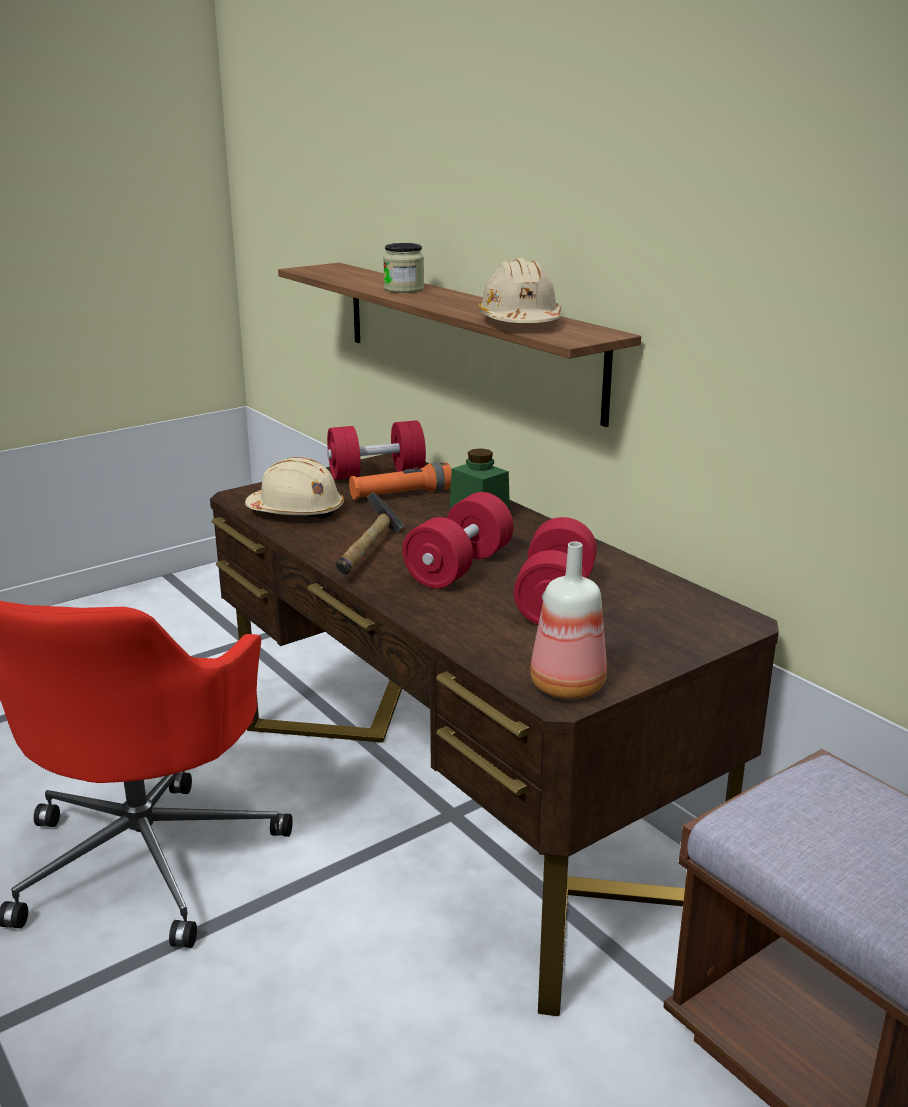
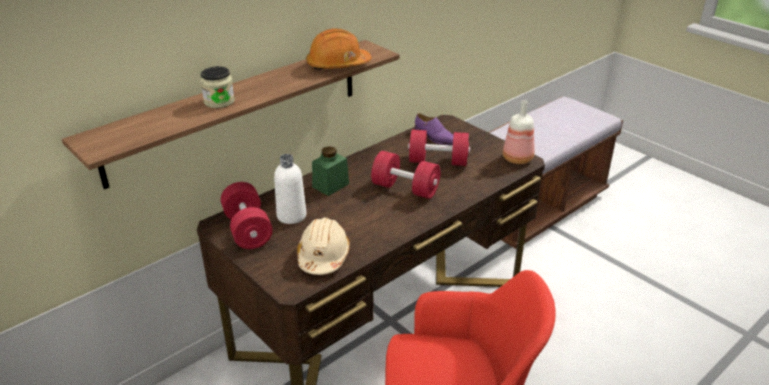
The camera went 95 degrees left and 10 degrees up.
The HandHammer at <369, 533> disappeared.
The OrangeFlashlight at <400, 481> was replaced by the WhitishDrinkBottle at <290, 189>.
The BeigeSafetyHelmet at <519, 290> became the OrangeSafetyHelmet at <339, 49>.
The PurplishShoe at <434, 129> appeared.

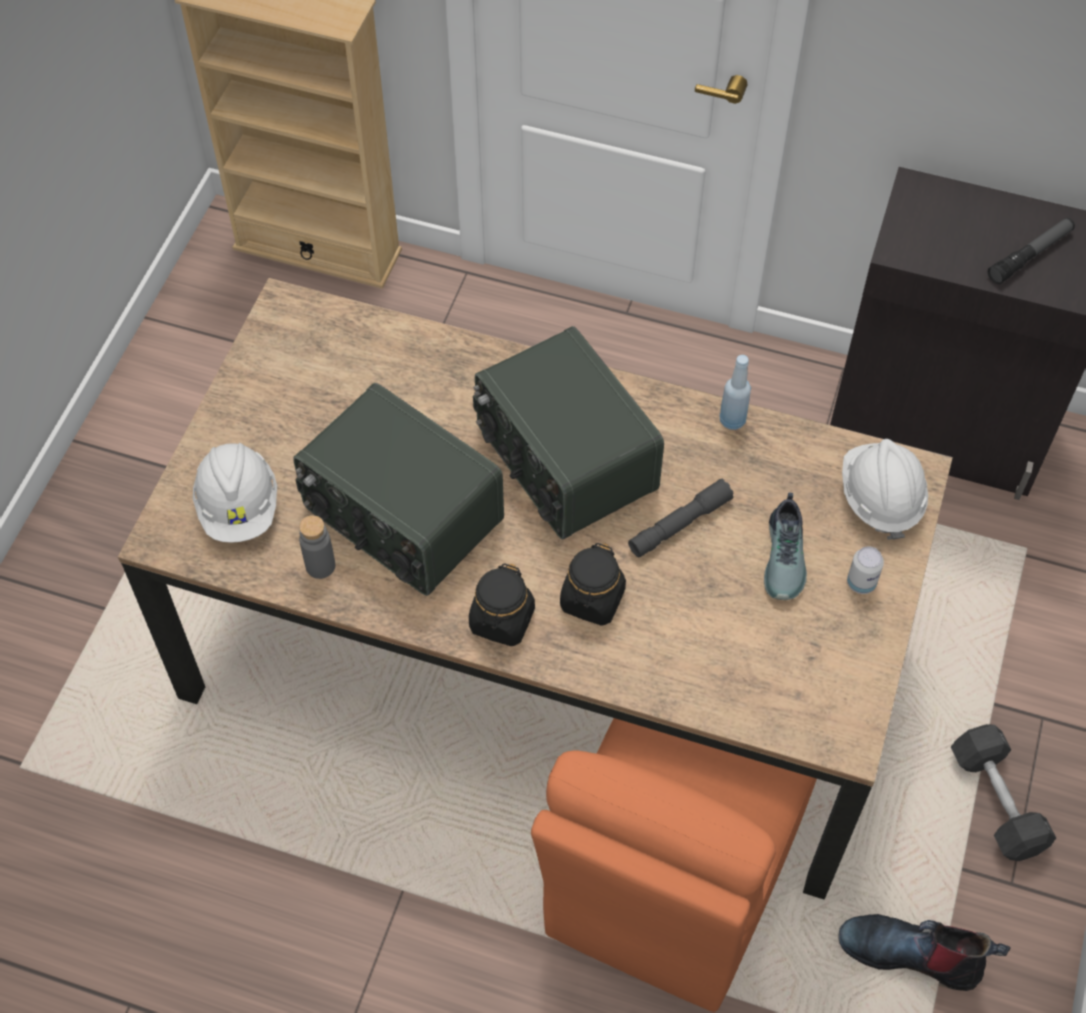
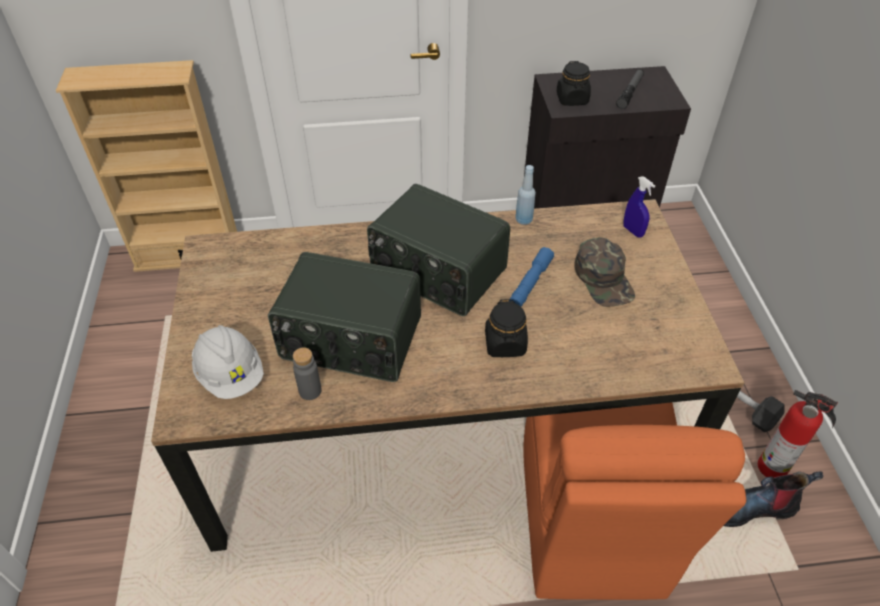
The camera went 25 degrees left and 10 degrees down.
The BlackPreserveJar moved from <502, 604> to <574, 83>.
The GreyFlashlight at <681, 518> became the BlueFlashlight at <531, 277>.
The Shoe at <785, 546> was replaced by the GreenishBaseballCap at <604, 272>.
The WhitishSafetyHelmet at <885, 489> was replaced by the BlueSprayBottle at <639, 207>.
The SealedCan at <865, 570> disappeared.
The Extinguisher at <798, 434> appeared.

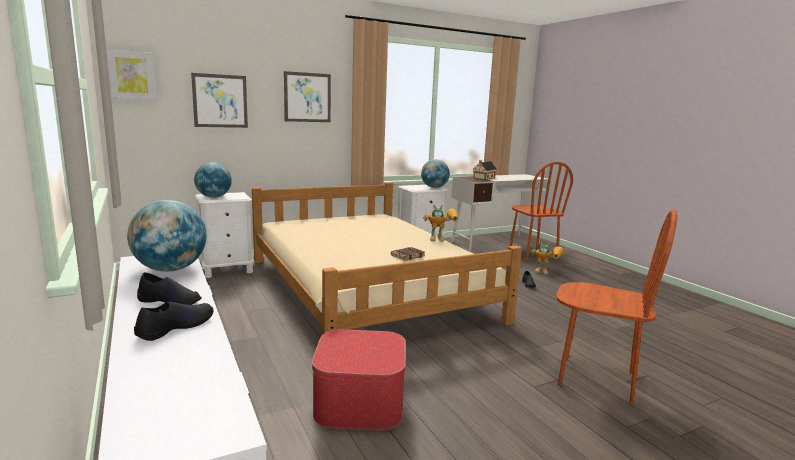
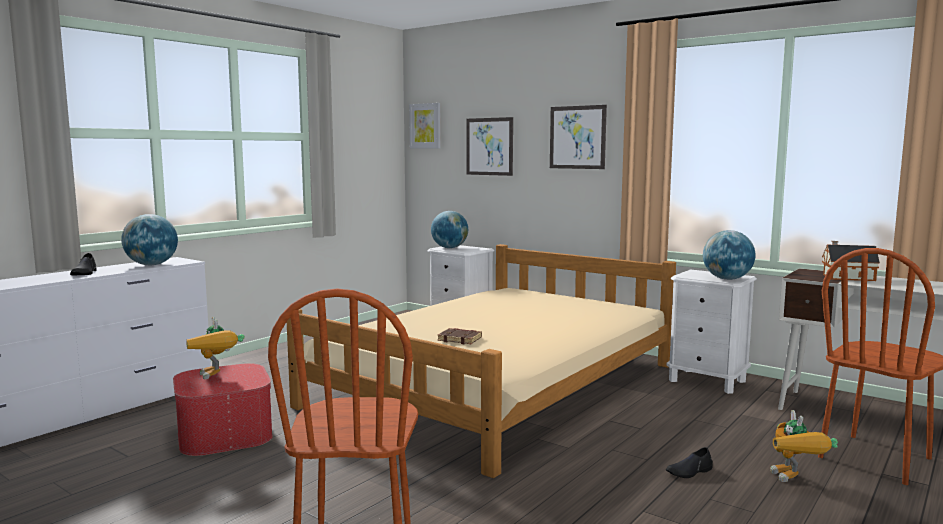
The camera went 65 degrees right and 5 degrees down.
The BlackShoe at <173, 321> disappeared.
The ToyRobot moved from <440, 223> to <215, 348>.

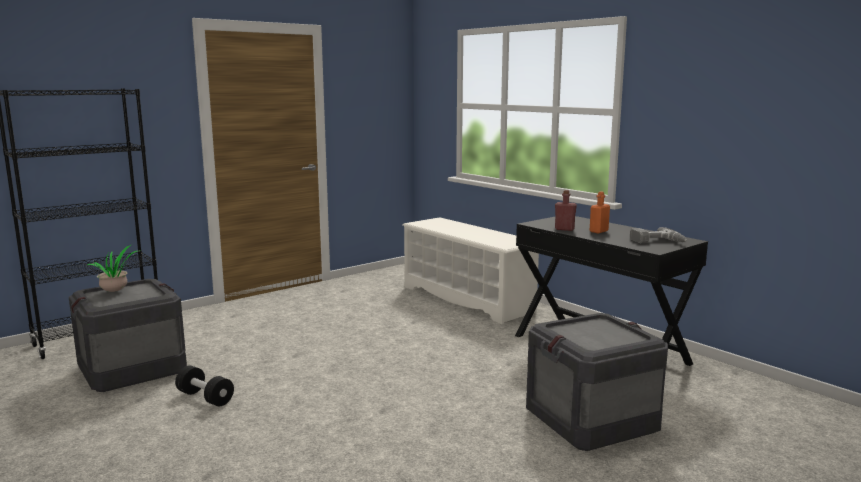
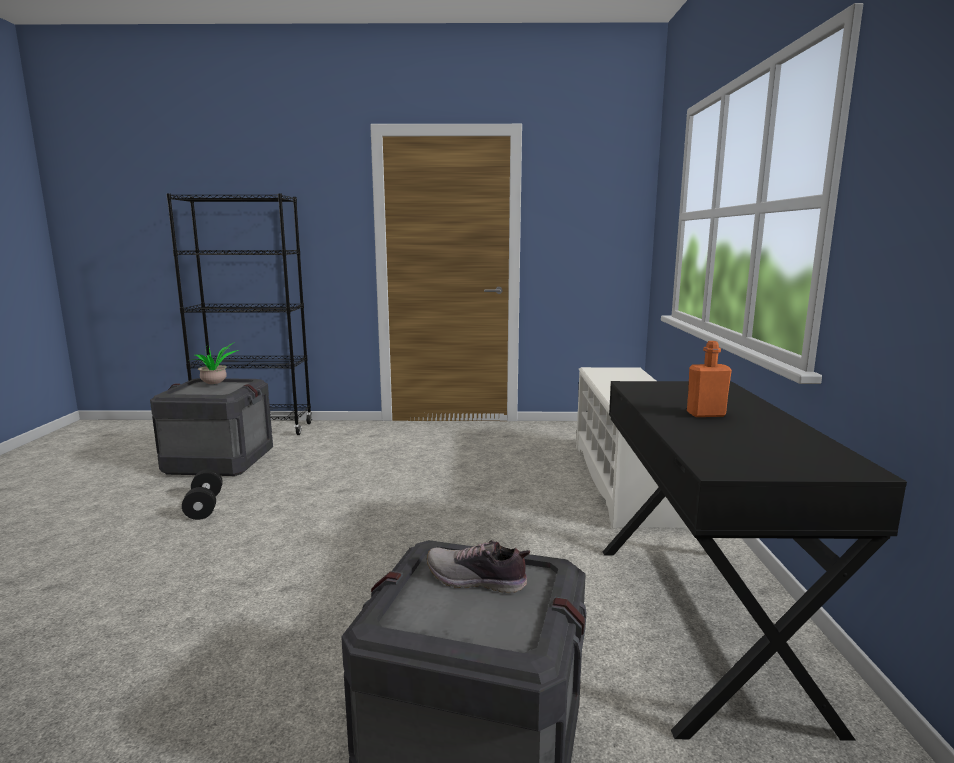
The camera went 40 degrees right and 0 degrees up.
The ReddishDrinkBottle at <566, 210> disappeared.
The Drill at <658, 235> disappeared.
The Shoe at <478, 566> appeared.

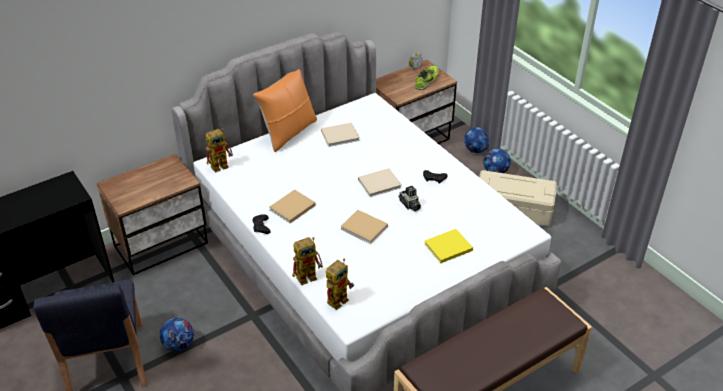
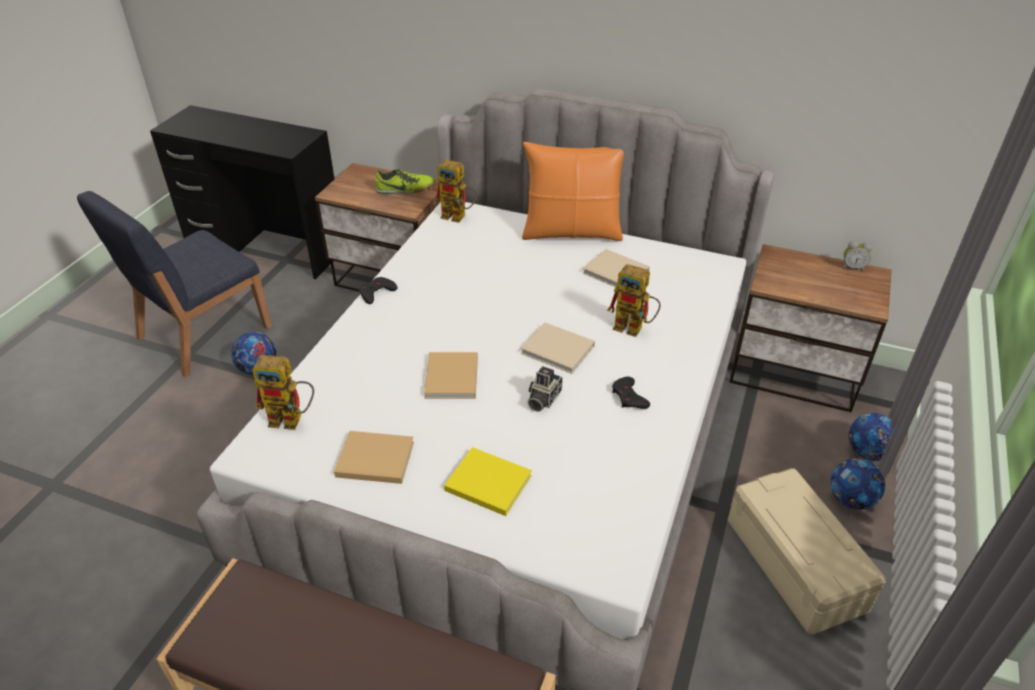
The camera went 55 degrees right and 0 degrees up.
The BeigeBoundBook moved from <292, 206> to <374, 457>.
The ToyRobot moved from <307, 261> to <634, 300>.
The Shoe moved from <427, 77> to <405, 181>.

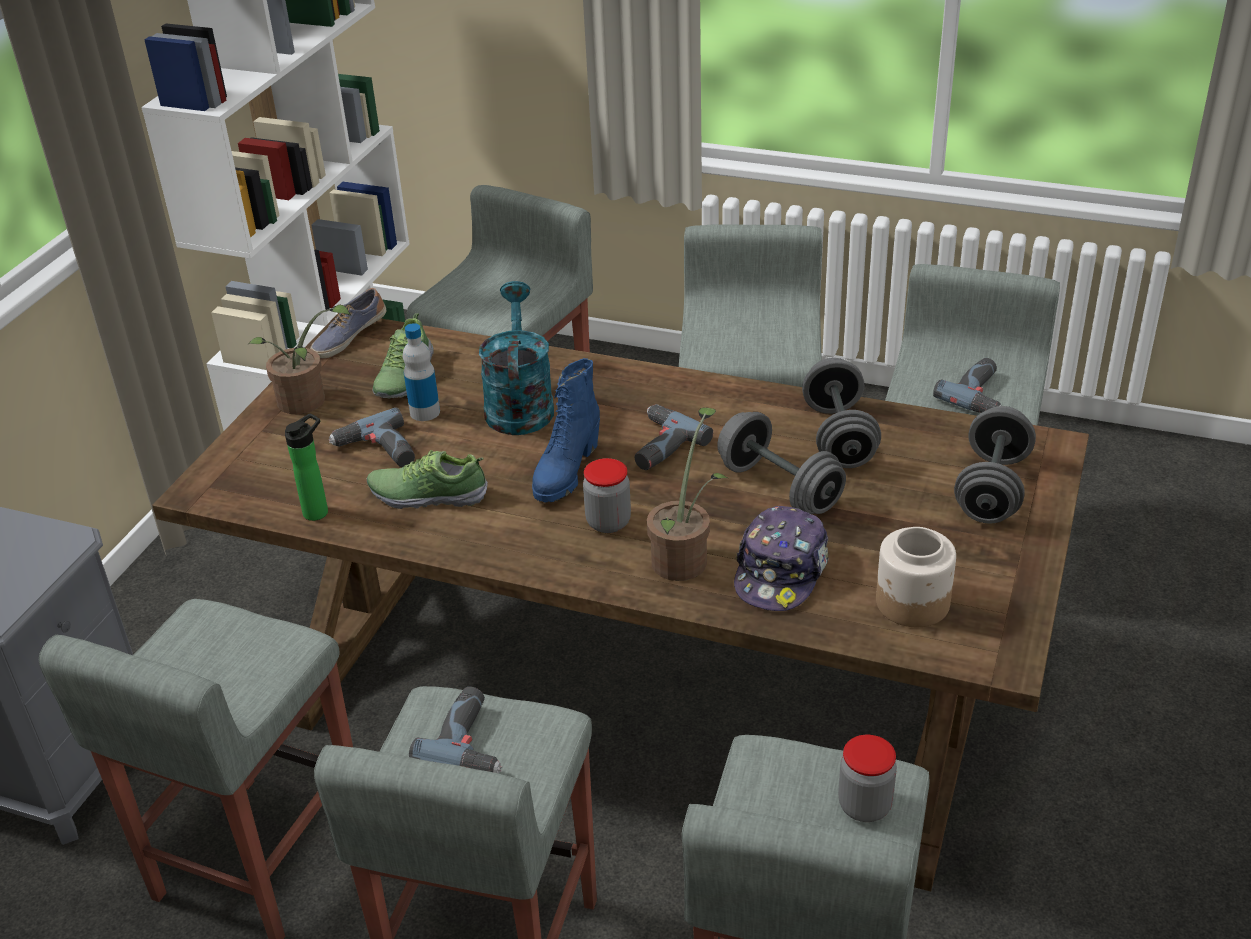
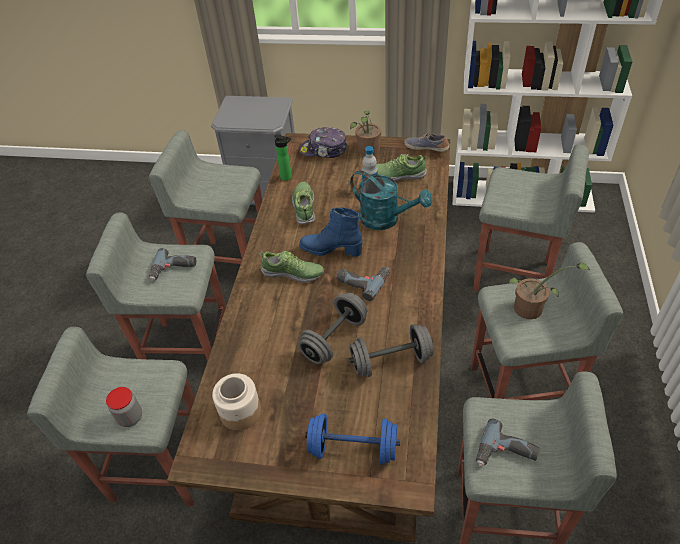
The camera went 80 degrees right and 10 degrees up.
The Drill at <371, 437> disappeared.
The BlueGreenWateringPot at <516, 358> turned 45 degrees clockwise.
The PreserveJar at <607, 495> was replaced by the Shoe at <291, 267>.
The PlantInAPot moved from <687, 494> to <549, 291>.
The BaseballCap moved from <781, 558> to <323, 142>.
The GreyDumbbell at <995, 465> became the BlueDumbbell at <352, 439>.

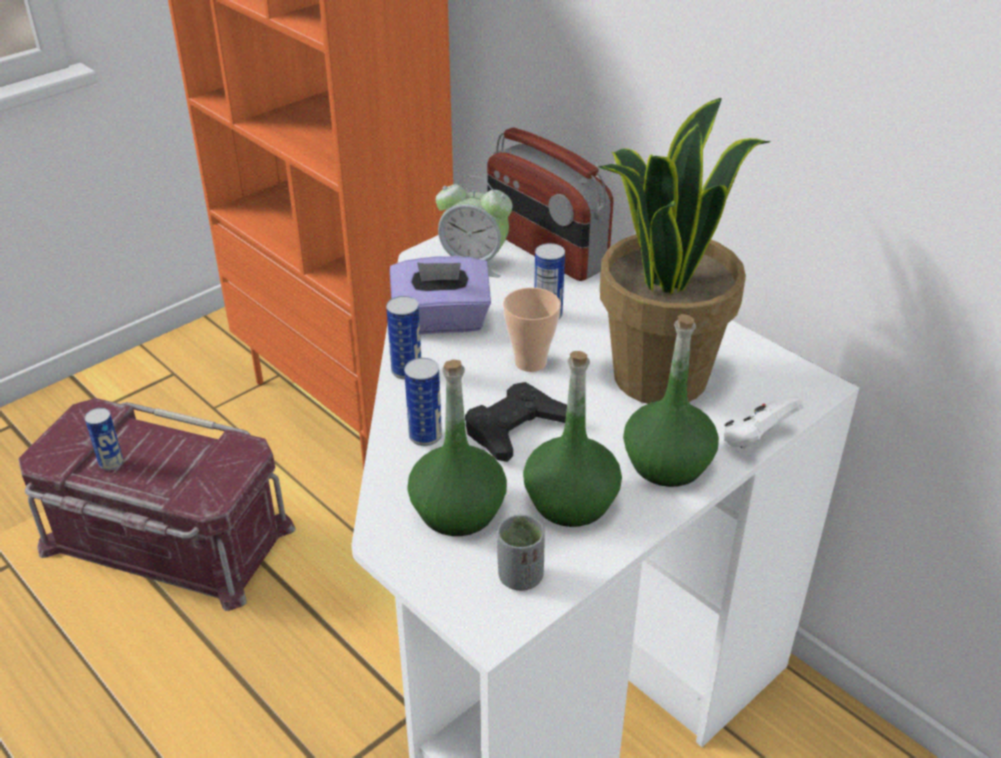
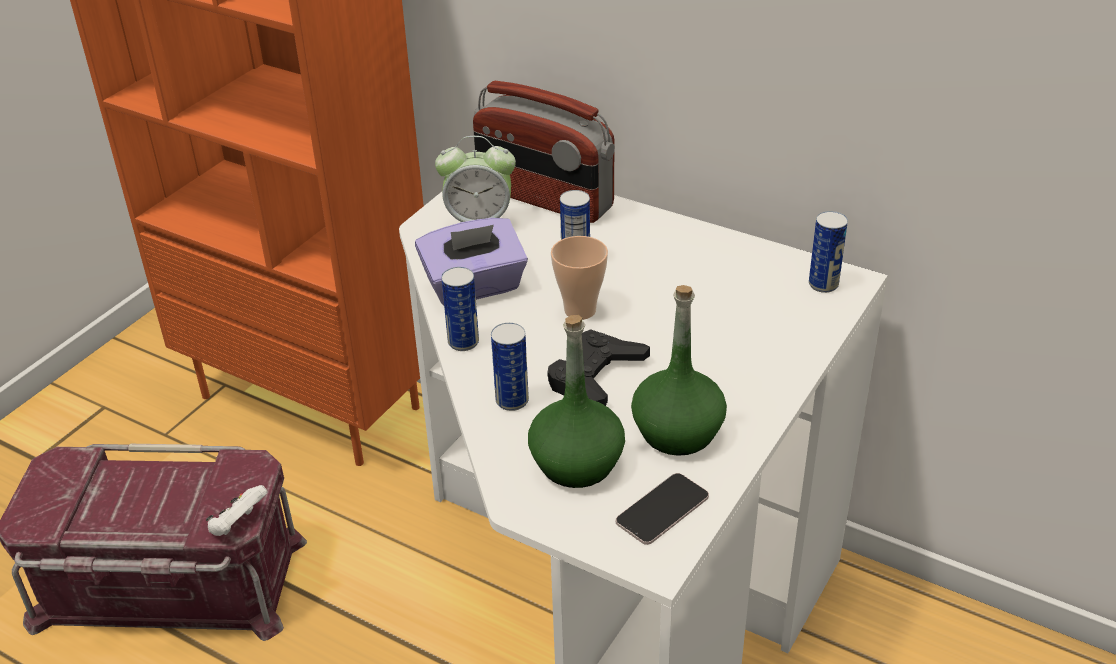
The camera went 15 degrees left and 0 degrees up.
The SealedCan moved from <104, 439> to <828, 252>.
The GreySmallCup at <521, 552> was replaced by the Handset at <662, 509>.
The PlantInAPot at <684, 251> disappeared.
The GreenishDrinkBottle at <671, 400> disappeared.
The WhitishGameController moved from <763, 422> to <237, 510>.

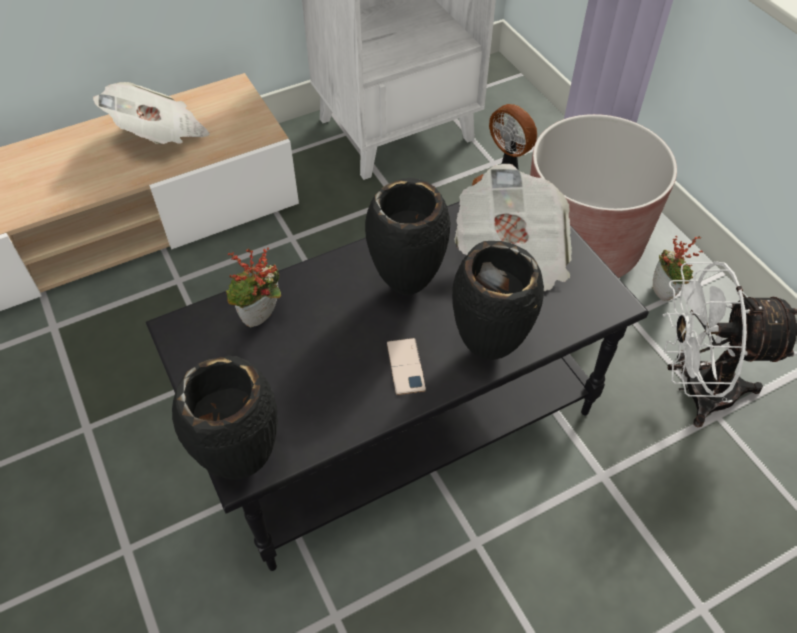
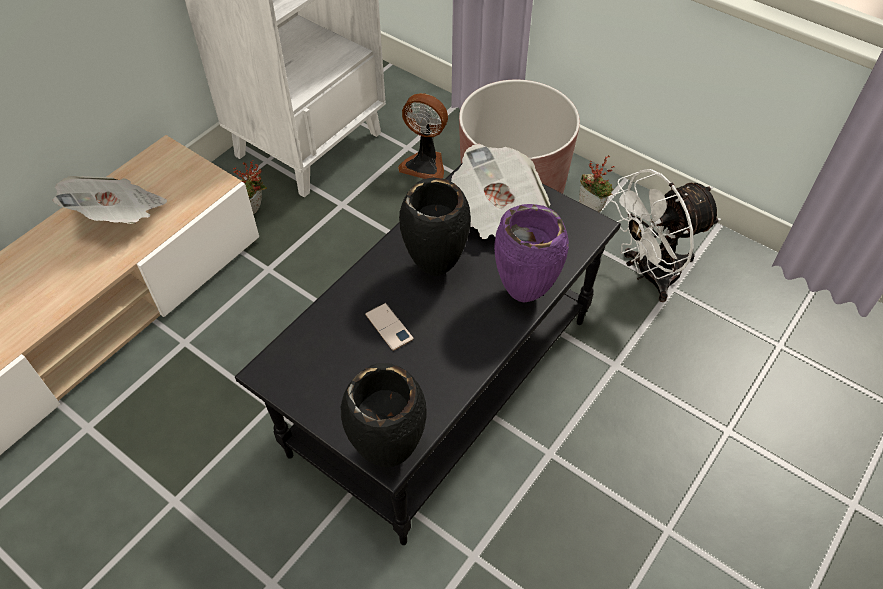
The camera went 25 degrees left and 0 degrees up.
The PlantInAPot moved from <253, 287> to <250, 187>.
The Handset moved from <406, 366> to <389, 327>.
The BlackDecorativeVase at <498, 300> became the PurplishDecorativeVase at <531, 253>.

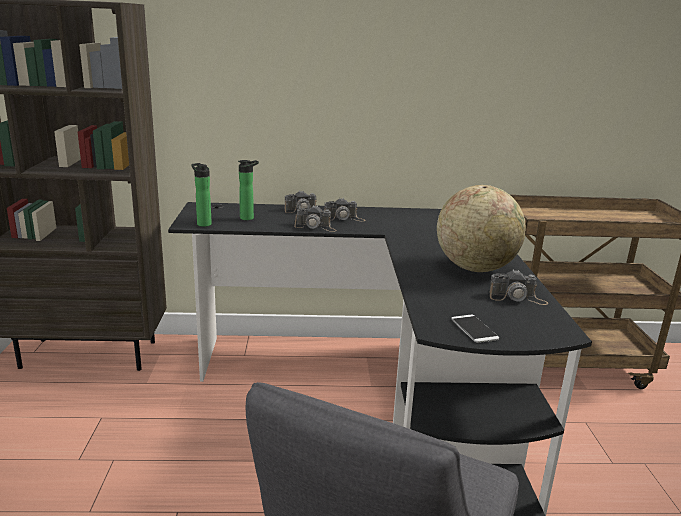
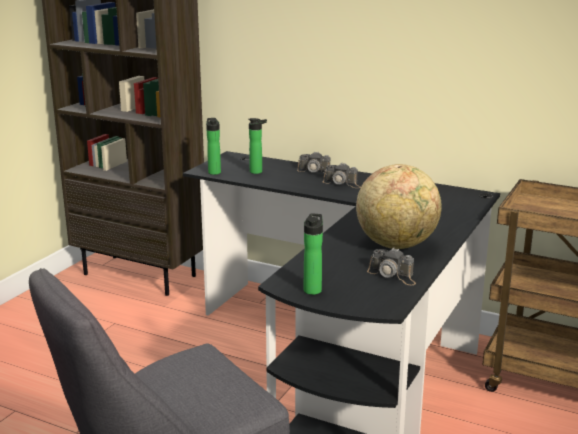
The camera went 30 degrees right and 0 degrees up.
The PhotoCamera at <315, 218> disappeared.
The Handset at <475, 329> was replaced by the DrinkBottle at <313, 254>.

